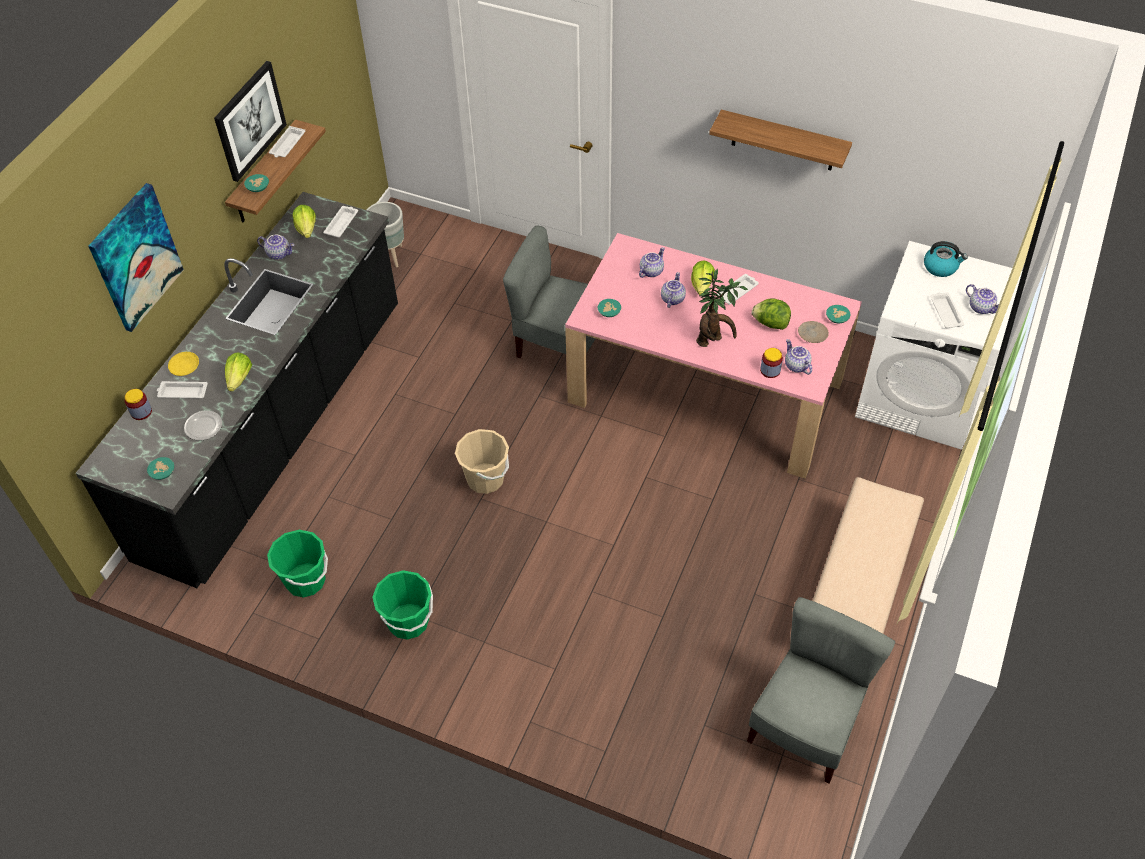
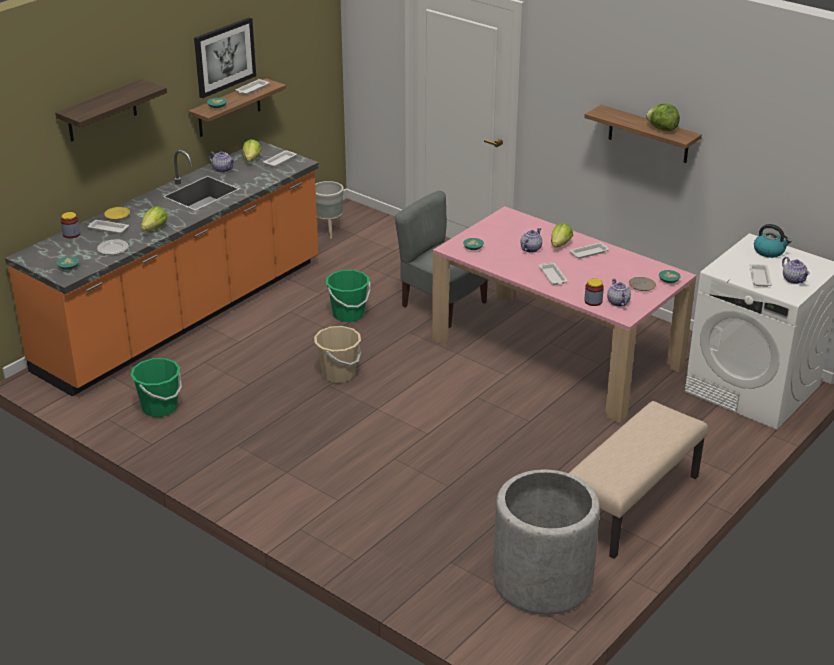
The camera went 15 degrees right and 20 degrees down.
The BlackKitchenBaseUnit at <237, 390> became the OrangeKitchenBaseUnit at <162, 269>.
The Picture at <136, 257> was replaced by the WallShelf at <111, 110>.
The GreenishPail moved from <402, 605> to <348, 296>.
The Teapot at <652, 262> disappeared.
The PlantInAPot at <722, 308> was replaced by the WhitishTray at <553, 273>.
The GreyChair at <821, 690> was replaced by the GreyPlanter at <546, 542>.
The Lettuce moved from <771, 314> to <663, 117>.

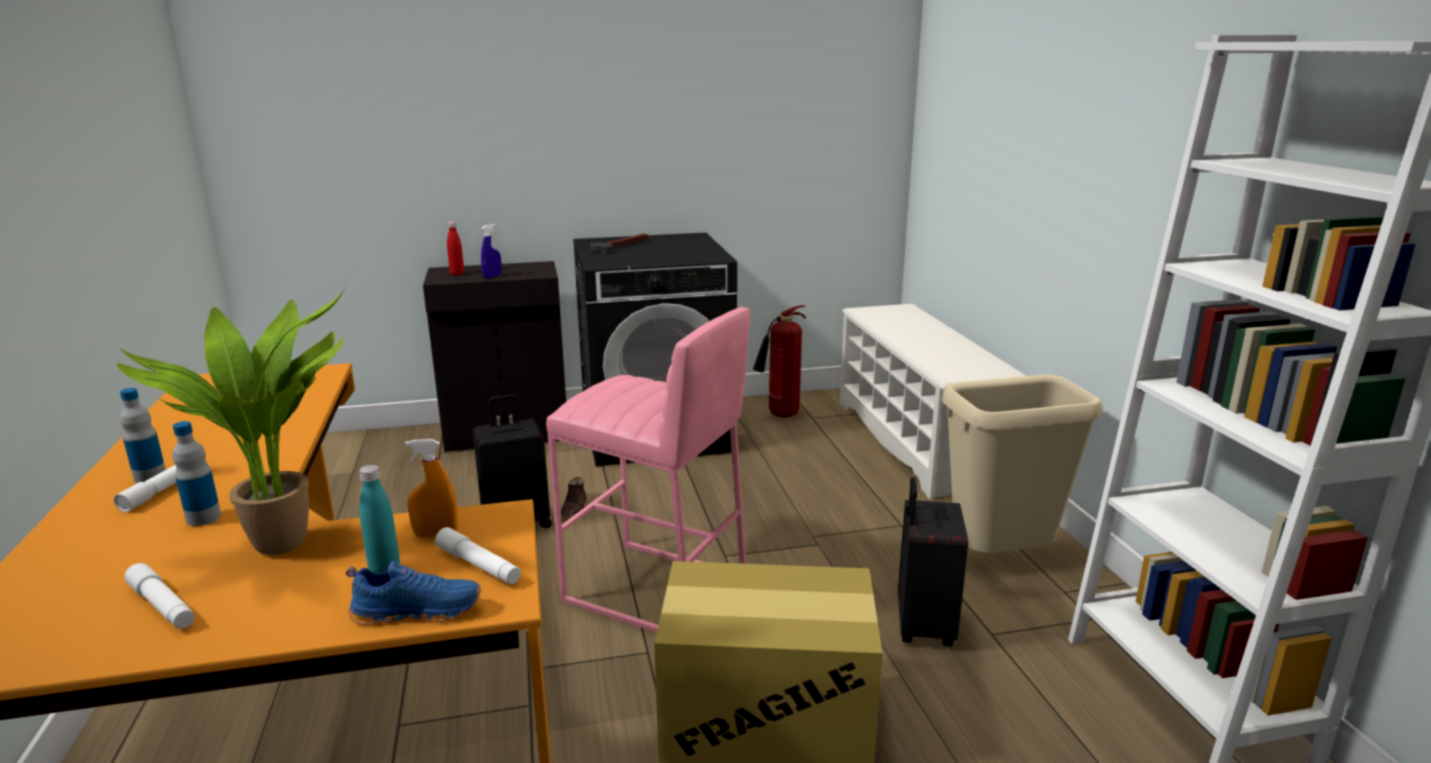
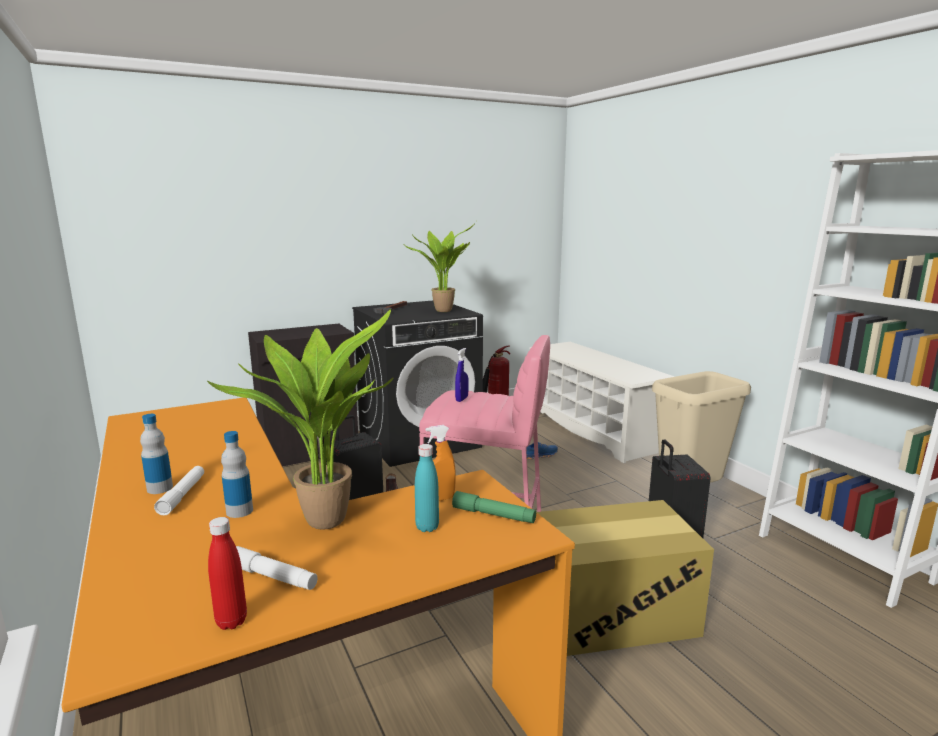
The camera went 15 degrees left and 5 degrees down.
The BlueShoe moved from <413, 593> to <542, 451>.
The WhitishFlashlight at <478, 555> became the GreenishFlashlight at <494, 507>.
The ReddishDrinkBottle moved from <455, 249> to <227, 573>.
The BlueSprayBottle moved from <491, 251> to <462, 375>.
The PlantInAPot at <439, 267> appeared.

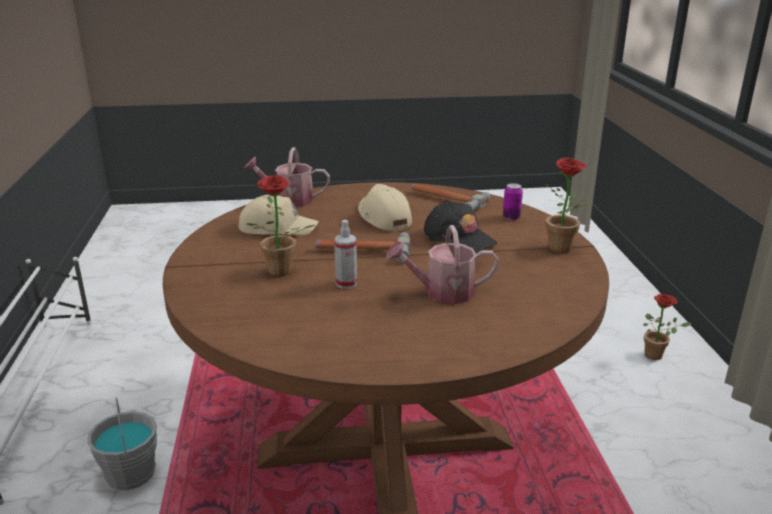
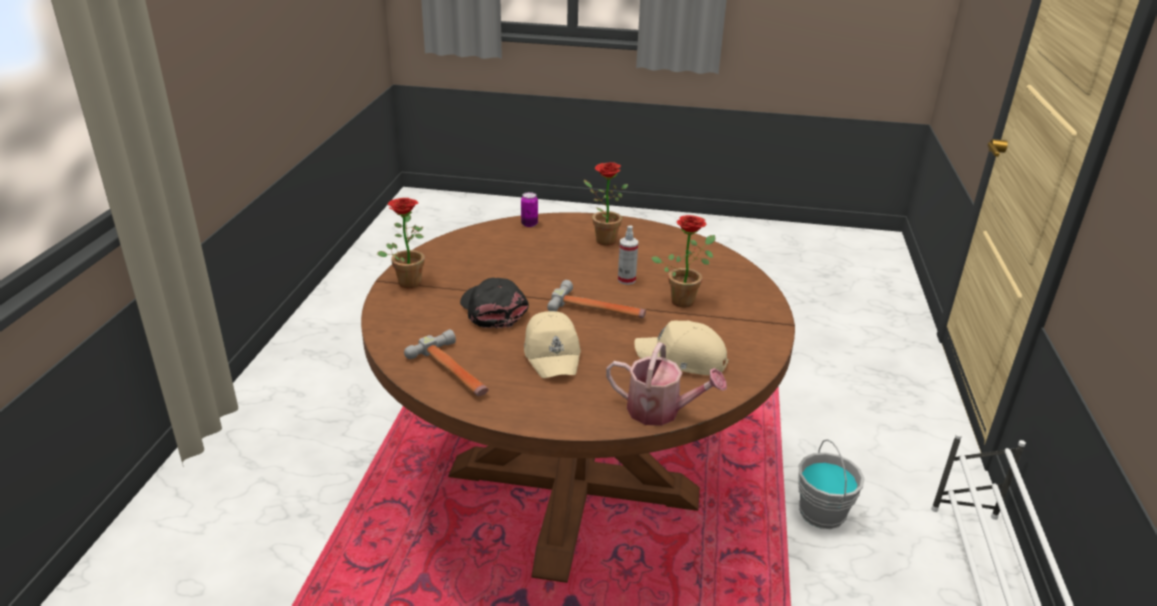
The camera went 165 degrees left and 5 degrees up.
The WateringPot at <442, 264> disappeared.
The SealedCan moved from <513, 201> to <529, 209>.
The PlantInAPot moved from <667, 327> to <606, 203>.

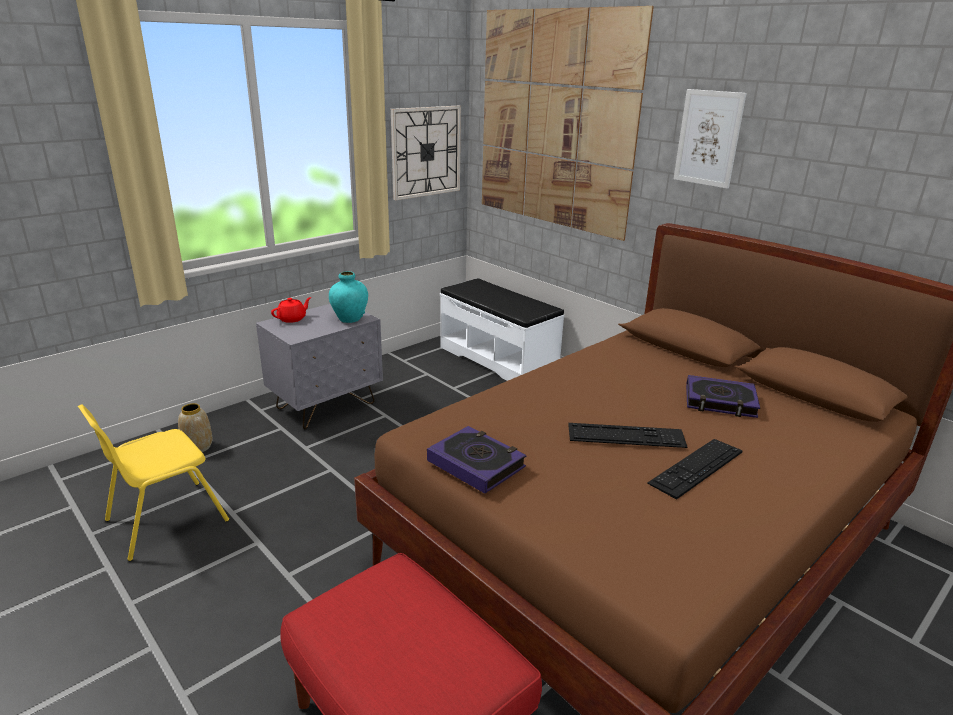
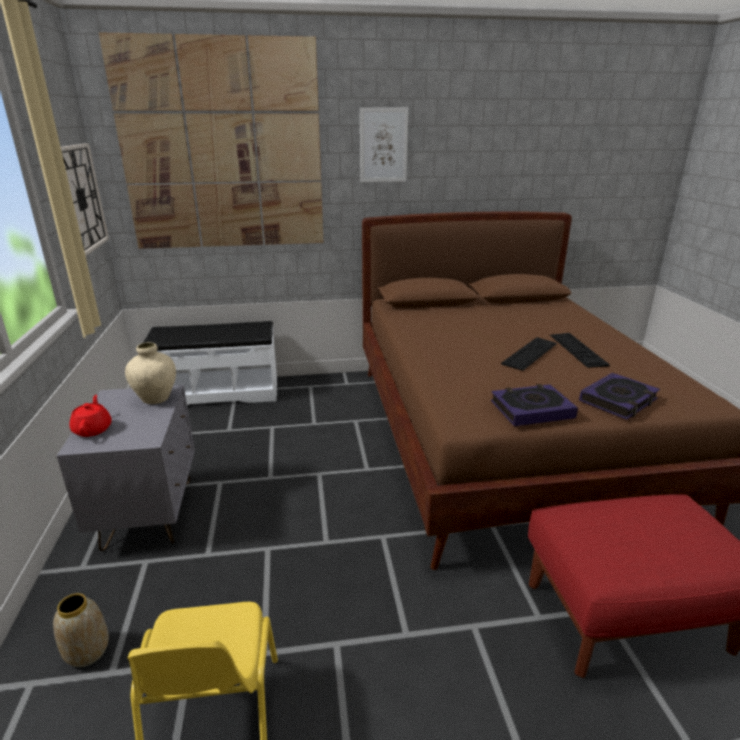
The camera went 55 degrees left and 0 degrees up.
The BlueGreenDecorativeVase at <348, 297> became the BeigeDecorativeVase at <150, 373>.
The BoundBook moved from <723, 396> to <619, 396>.

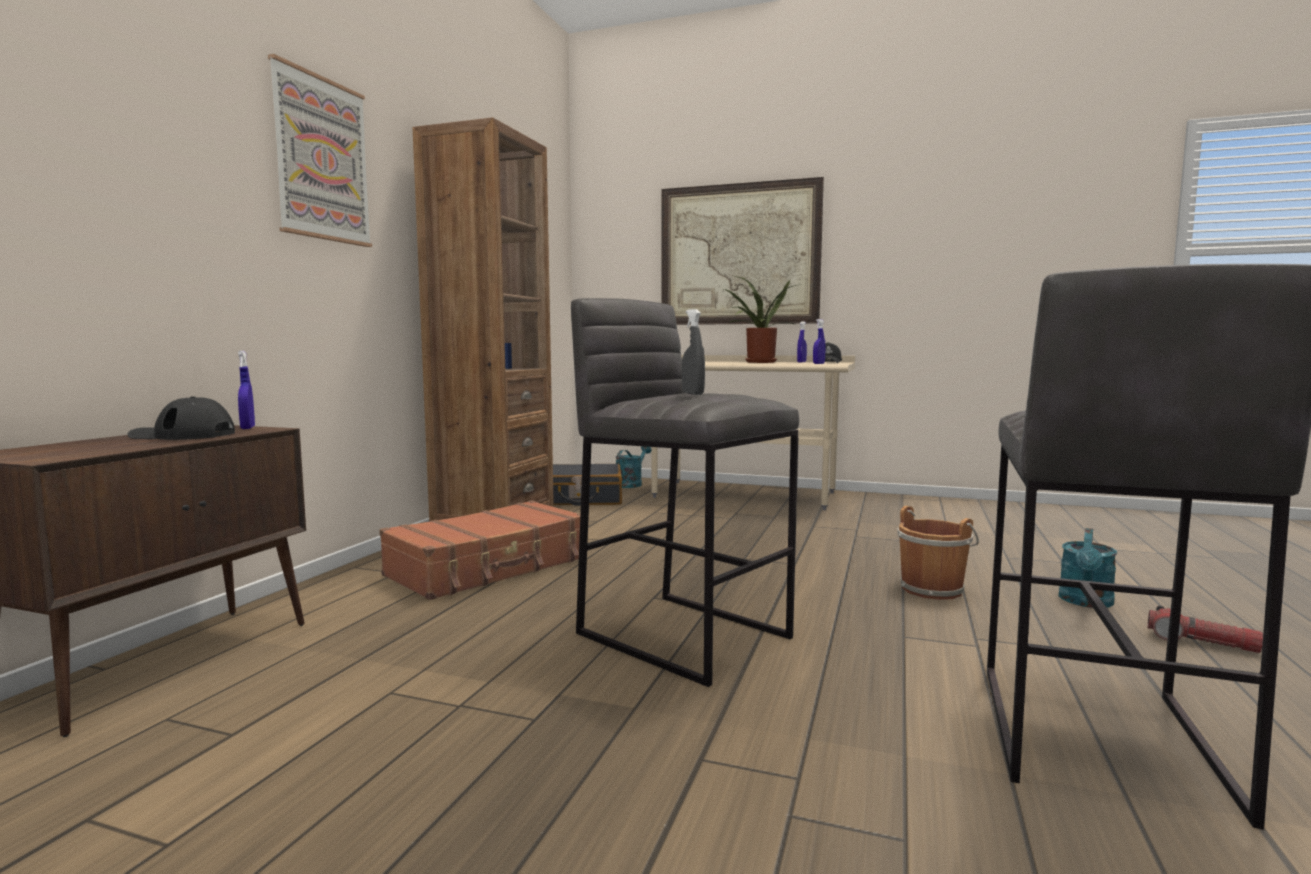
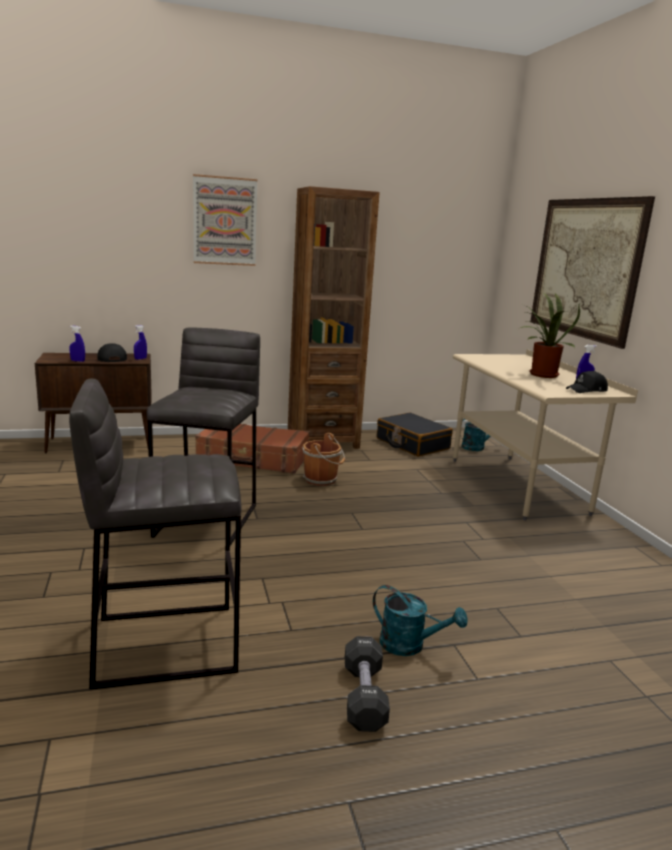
The camera went 55 degrees right and 10 degrees up.
The GreySprayBottle at <693, 352> disappeared.
The BlueSprayBottle moved from <819, 341> to <77, 344>.
The BrownColouredPail moved from <938, 553> to <324, 459>.
The BlueGreenWateringPot at <1088, 568> turned 150 degrees counterclockwise.
The Flashlight at <1205, 629> was replaced by the BlackDumbbell at <367, 684>.

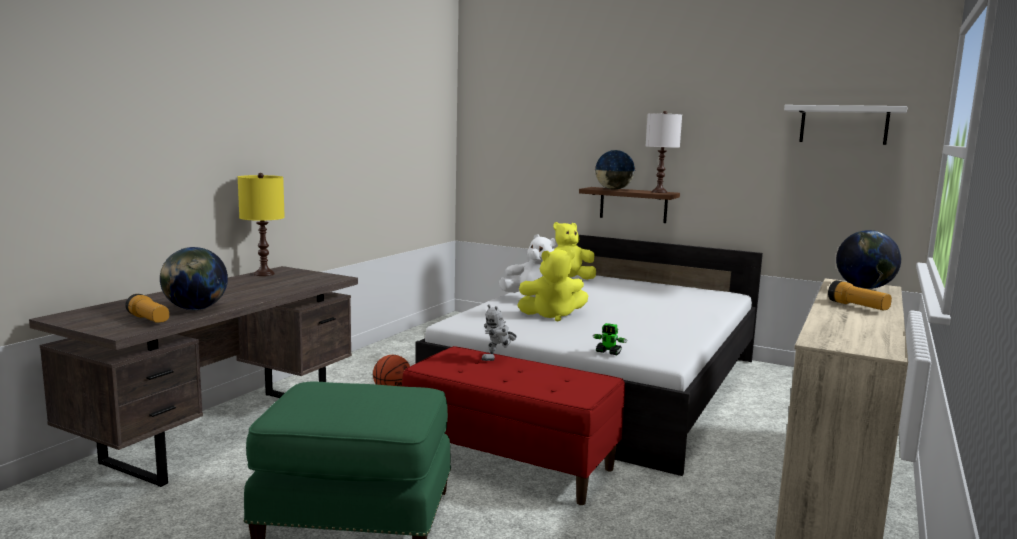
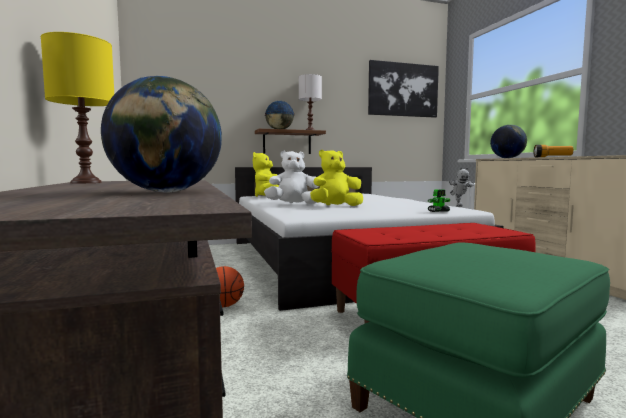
The camera went 45 degrees left and 5 degrees down.
The Flashlight at <147, 308> disappeared.
The ToyRobot moved from <499, 333> to <461, 187>.
The YellowColouredPlushToy at <552, 285> turned 150 degrees counterclockwise.
The WhitishWallShelf at <846, 125> was replaced by the Picture at <403, 89>.

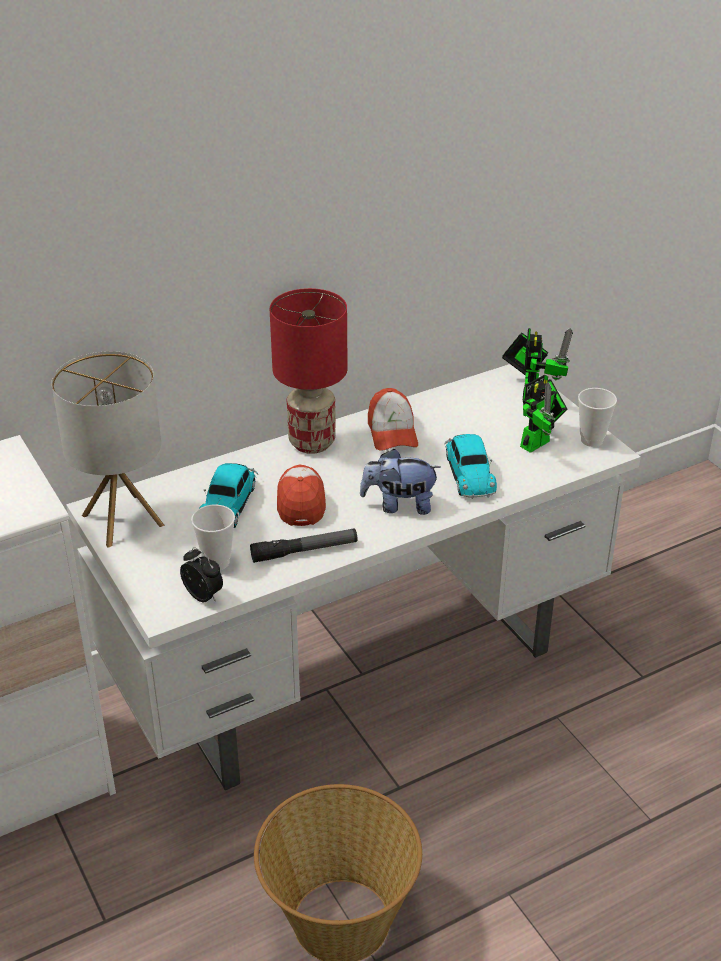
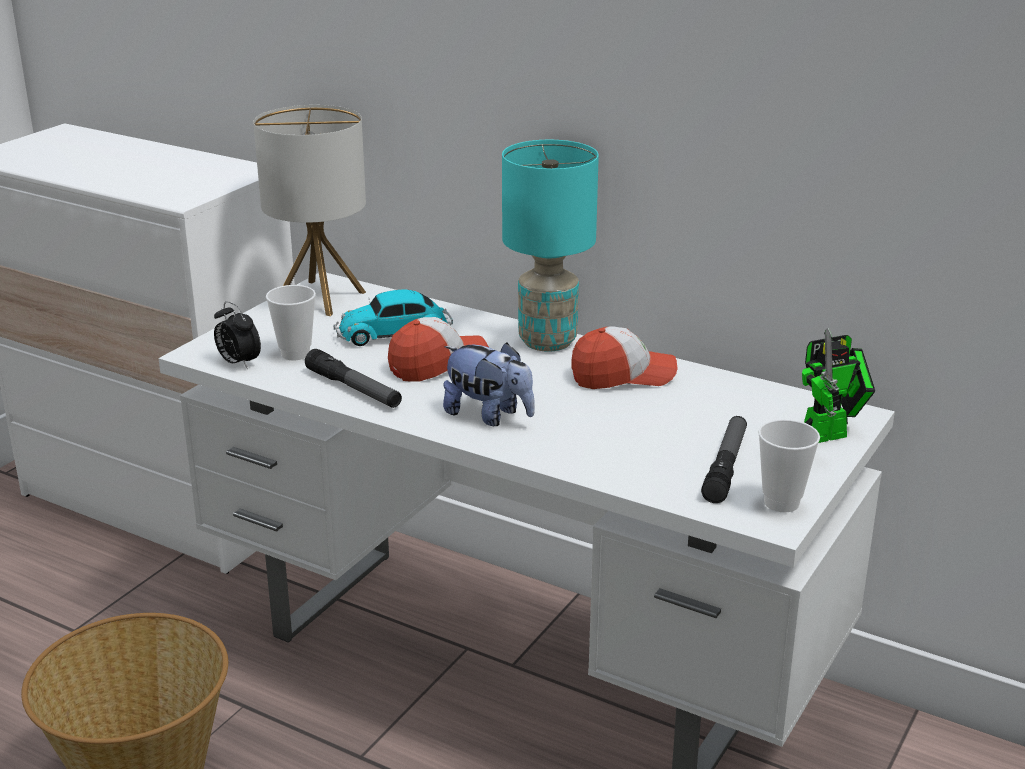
The camera went 60 degrees right and 10 degrees down.
The BedsideClock at <201, 574> turned 120 degrees clockwise.
The ReddishLampForATable at <309, 371> became the BlueGreenLampForATable at <550, 246>.
The PlushToy at <400, 482> turned 150 degrees clockwise.
The BaseballCap at <393, 419> turned 150 degrees counterclockwise.
The ToyCar at <470, 466> disappeared.
The ToyRobot at <543, 414> was replaced by the Flashlight at <724, 459>.

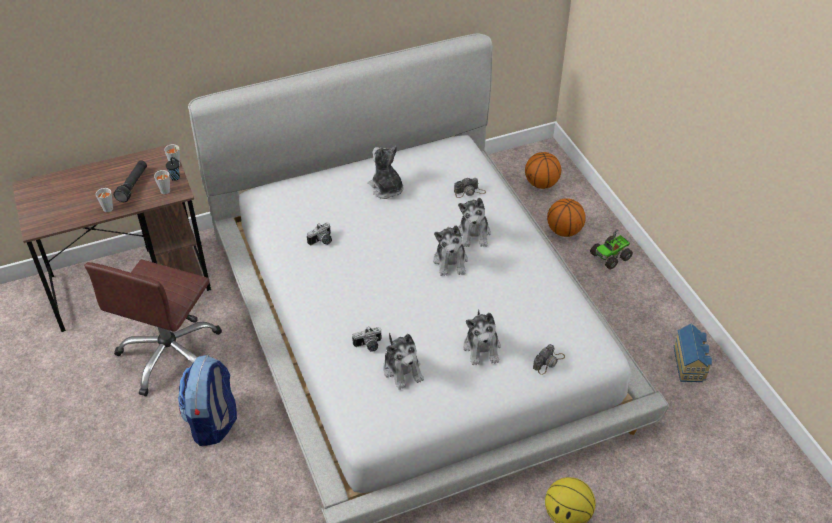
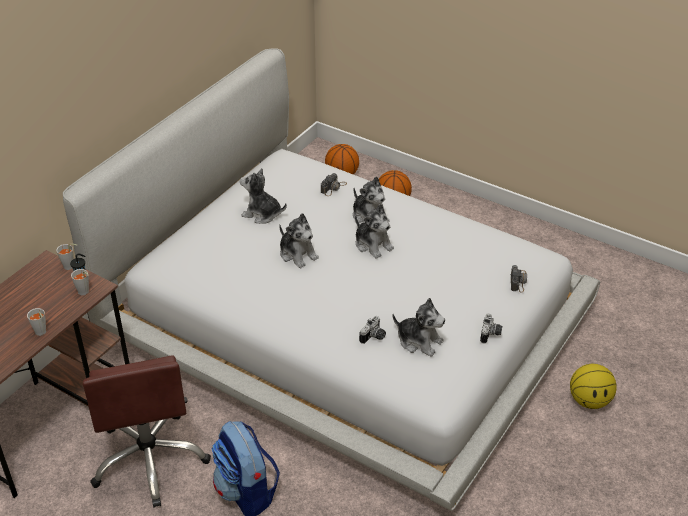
The camera went 35 degrees left and 5 degrees down.
The BlackFlashlight at <130, 181> disappeared.
The PhotoCamera moved from <319, 233> to <491, 328>.
The PlushToy moved from <482, 337> to <299, 240>.
The ModelTruck at <611, 249> disappeared.
The ToyHouse at <693, 353> disappeared.

